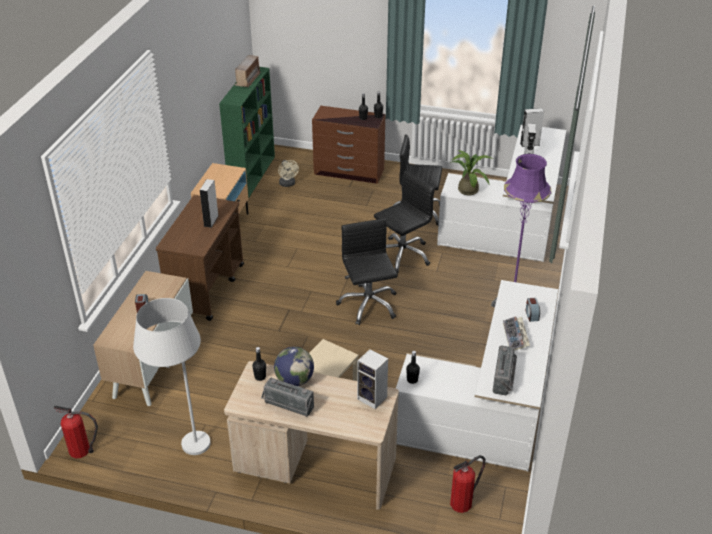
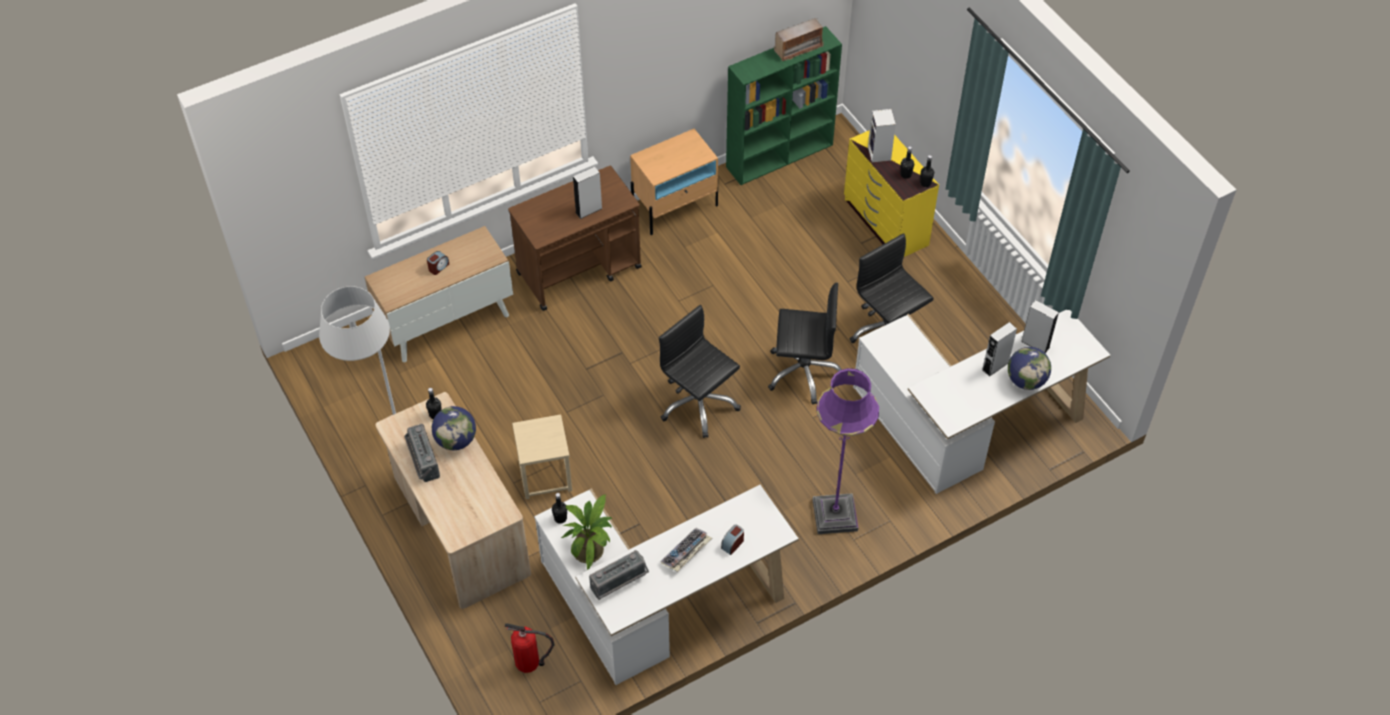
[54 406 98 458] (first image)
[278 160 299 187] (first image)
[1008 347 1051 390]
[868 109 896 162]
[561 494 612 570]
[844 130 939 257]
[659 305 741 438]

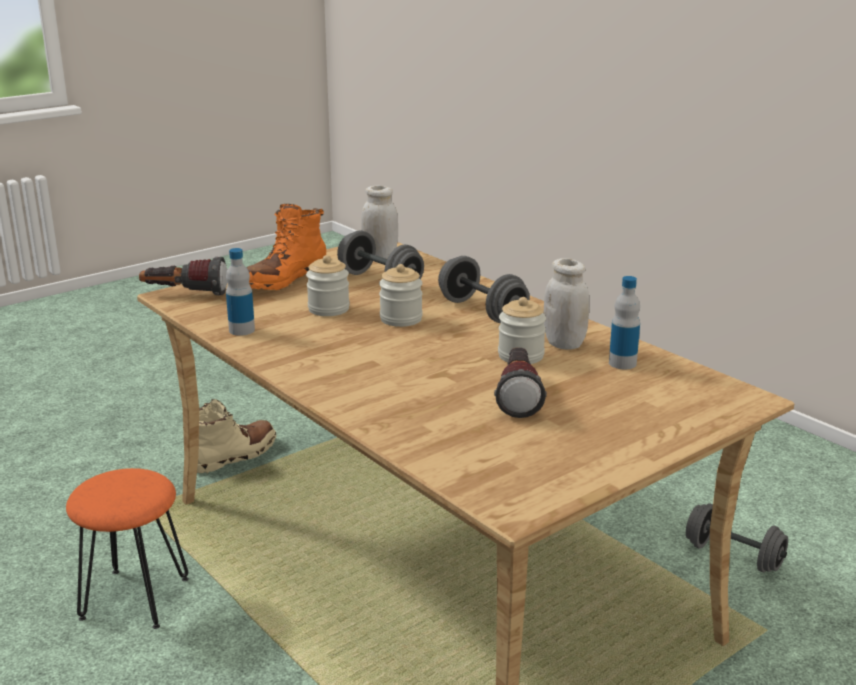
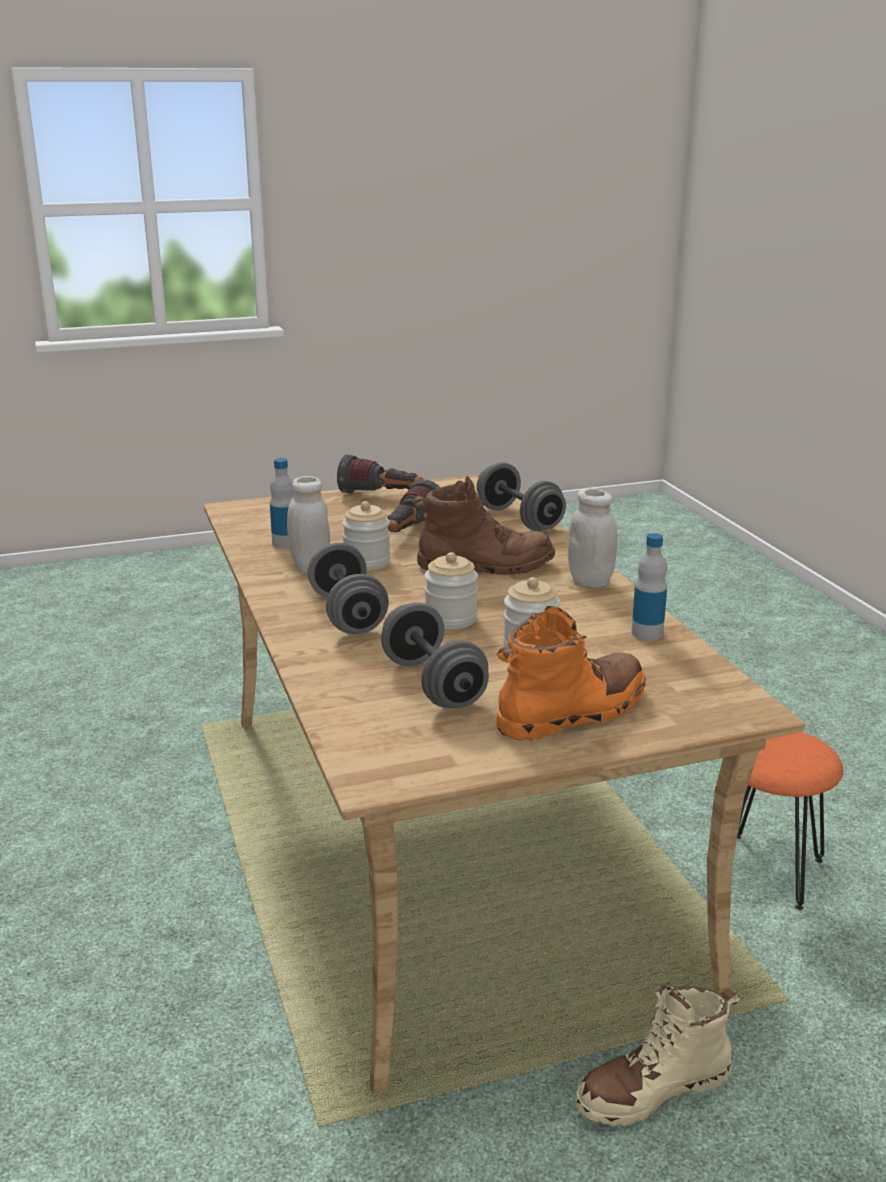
[412 476 555 575]
[337 454 423 494]
[568 488 617 588]
[477 462 566 531]

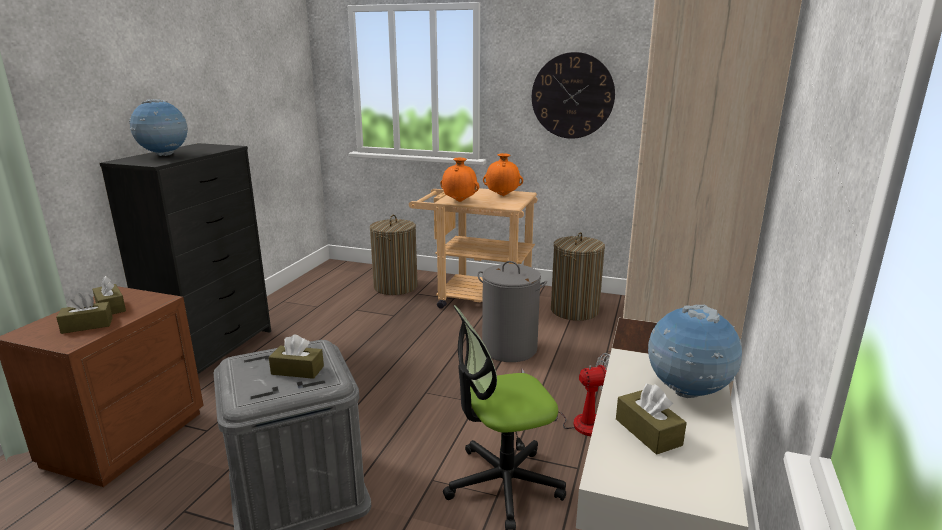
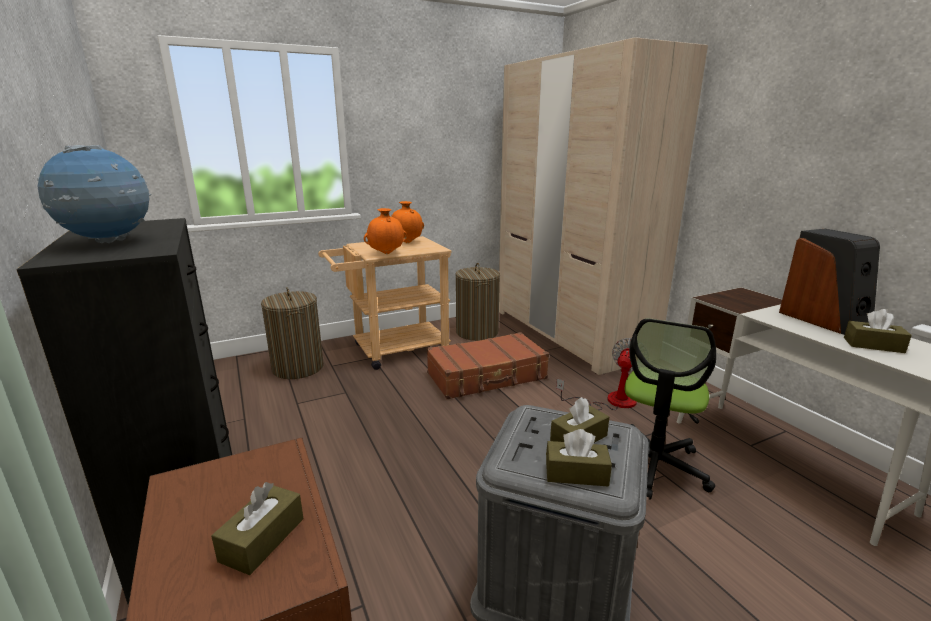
[532 52 615 139] (first image)
[546 429 612 486]
[427 332 549 399]
[779 229 880 335]

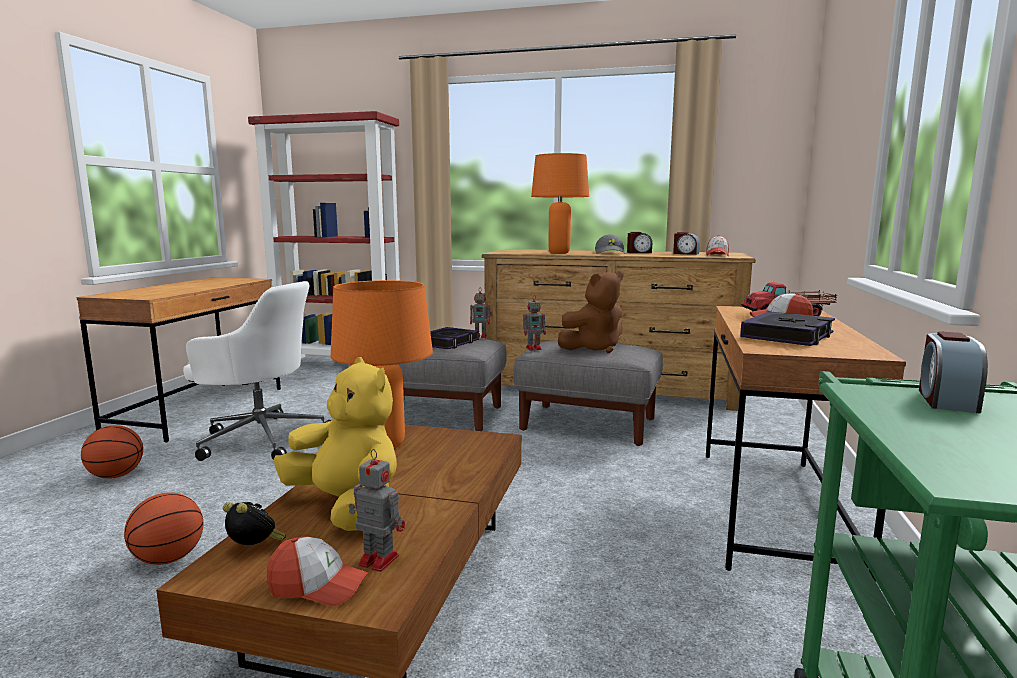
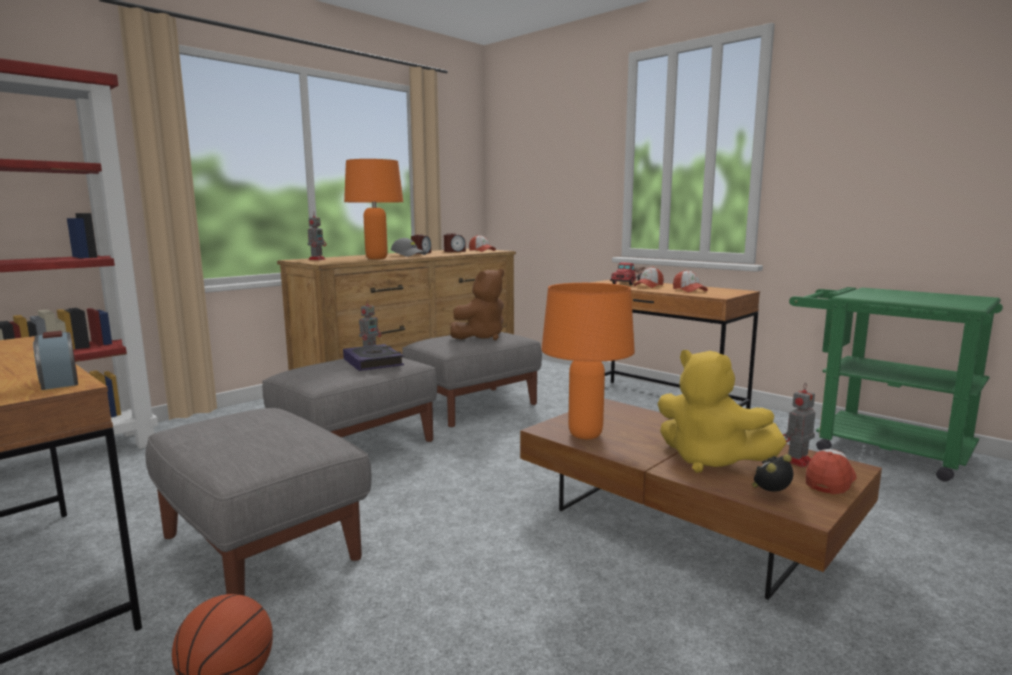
[124 493 203 565] (first image)
[308 212 327 260]
[33 331 78 390]
[145 408 371 596]
[673 270 708 292]
[657 350 787 473]
[450 269 504 340]

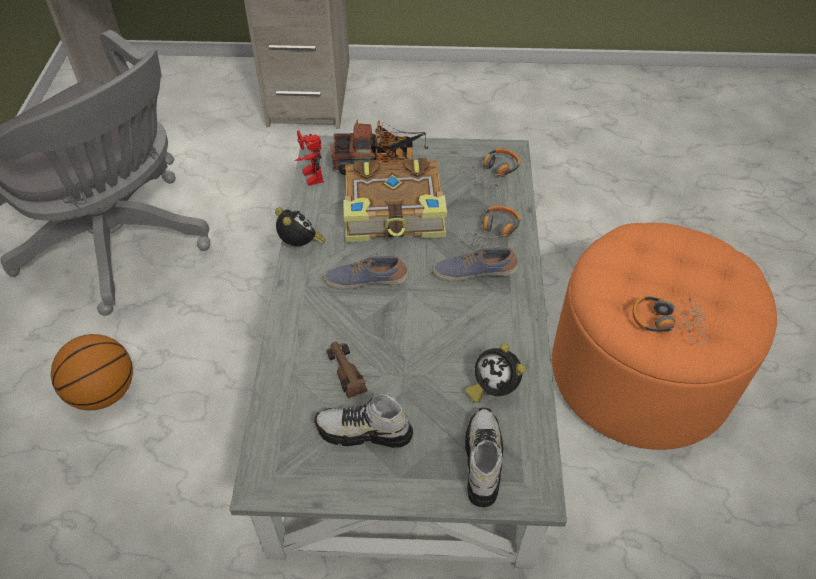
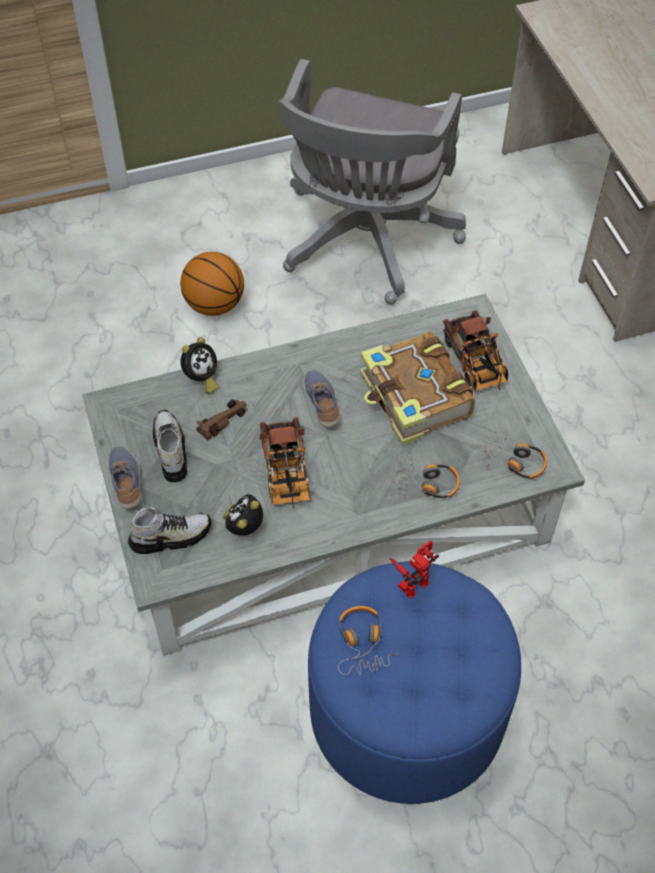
[259 417 311 509]
[181 337 219 393]
[390 541 439 599]
[108 446 141 509]
[308 561 521 804]

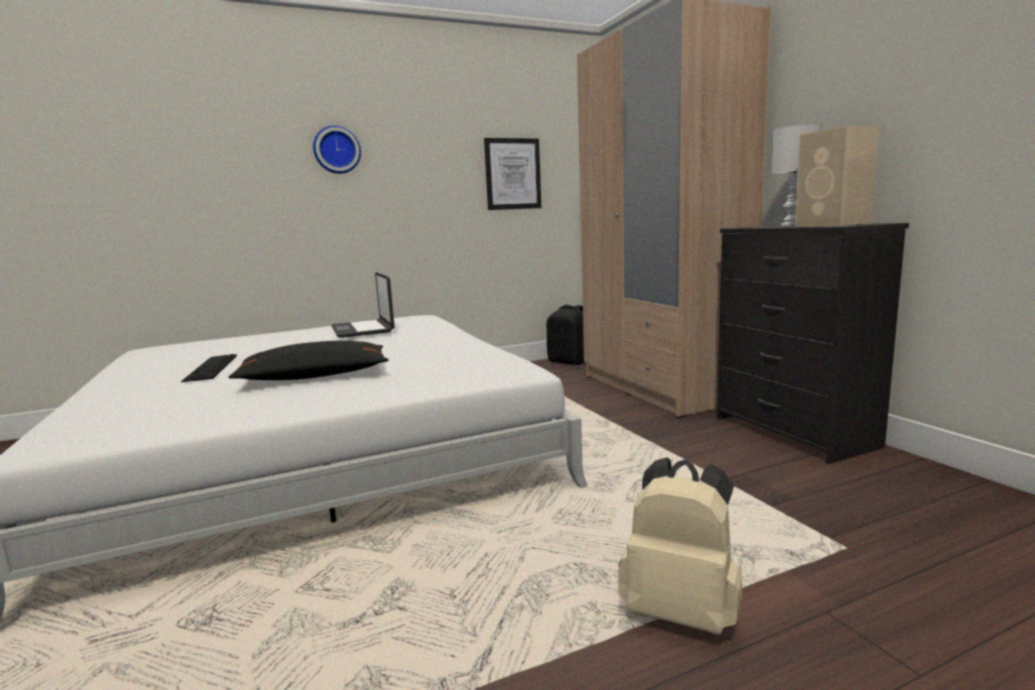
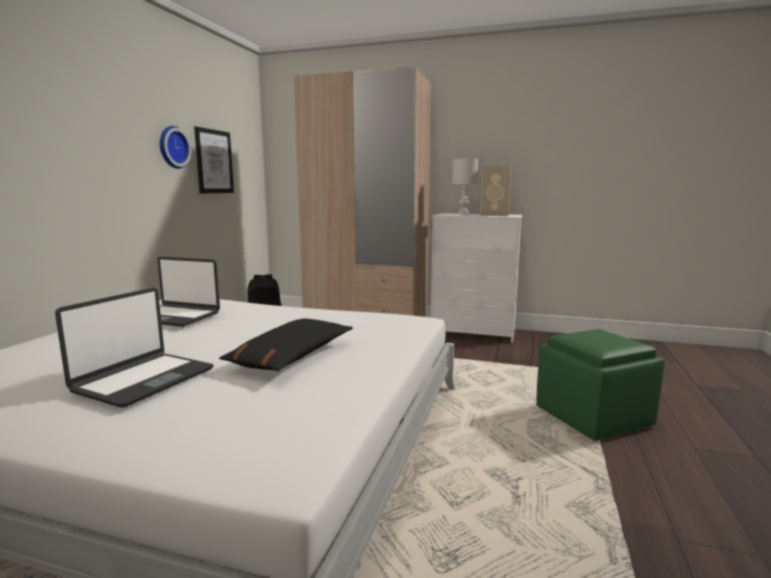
[160 126 192 169]
[55 287 213 407]
[536 329 665 441]
[431 213 522 343]

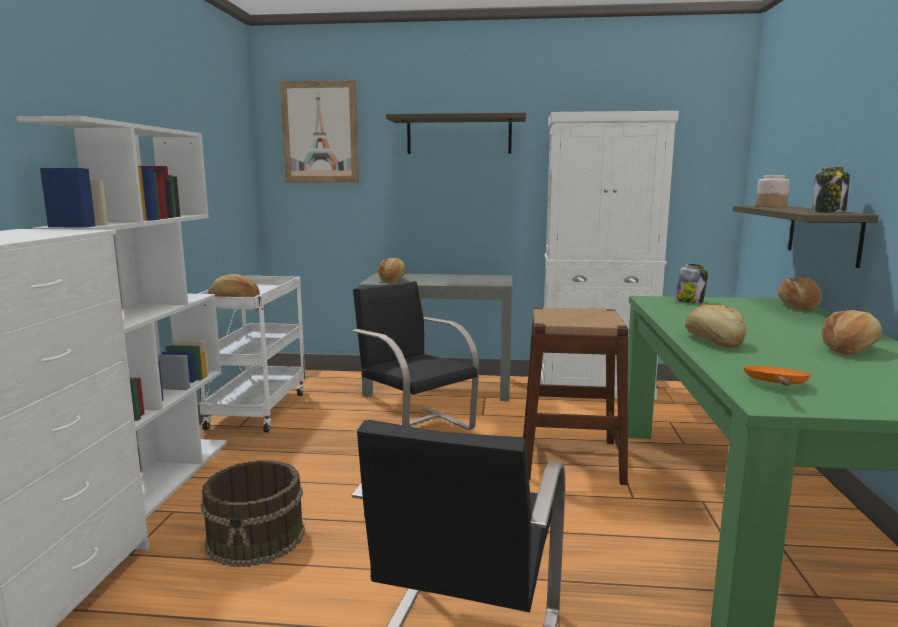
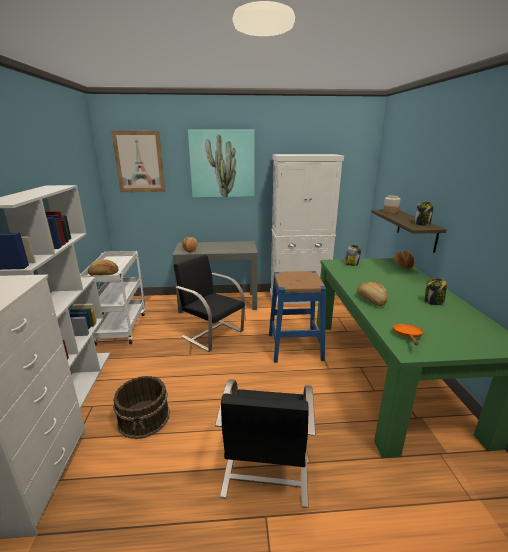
[188 129 255 197]
[425 278 447 305]
[269 271 327 363]

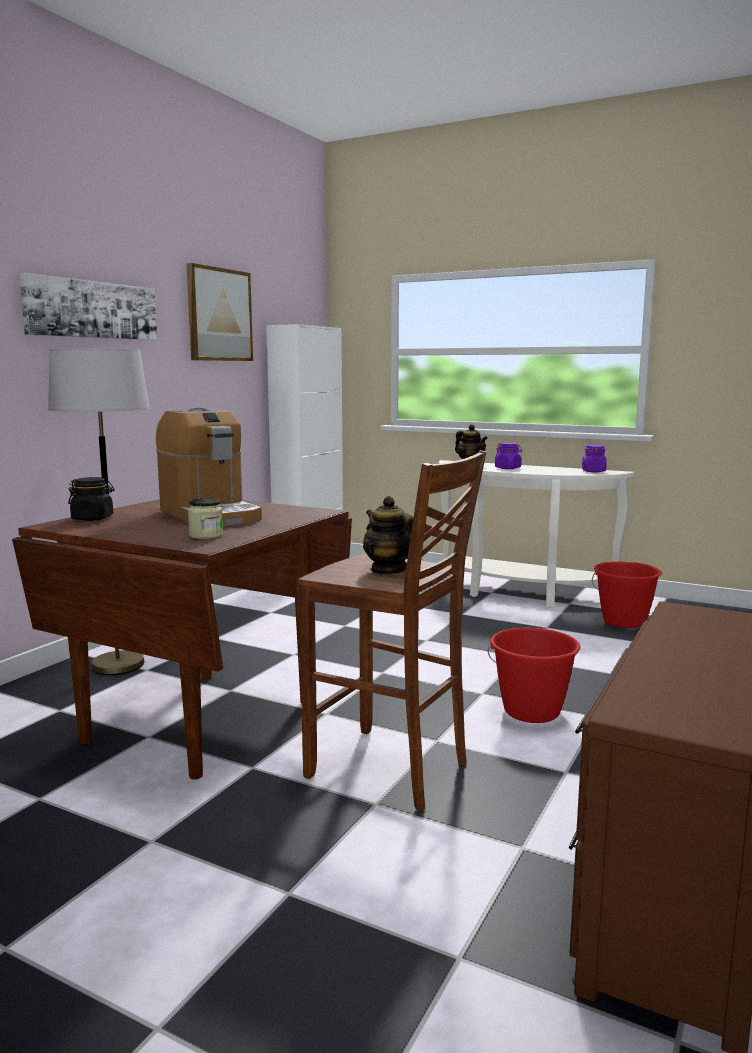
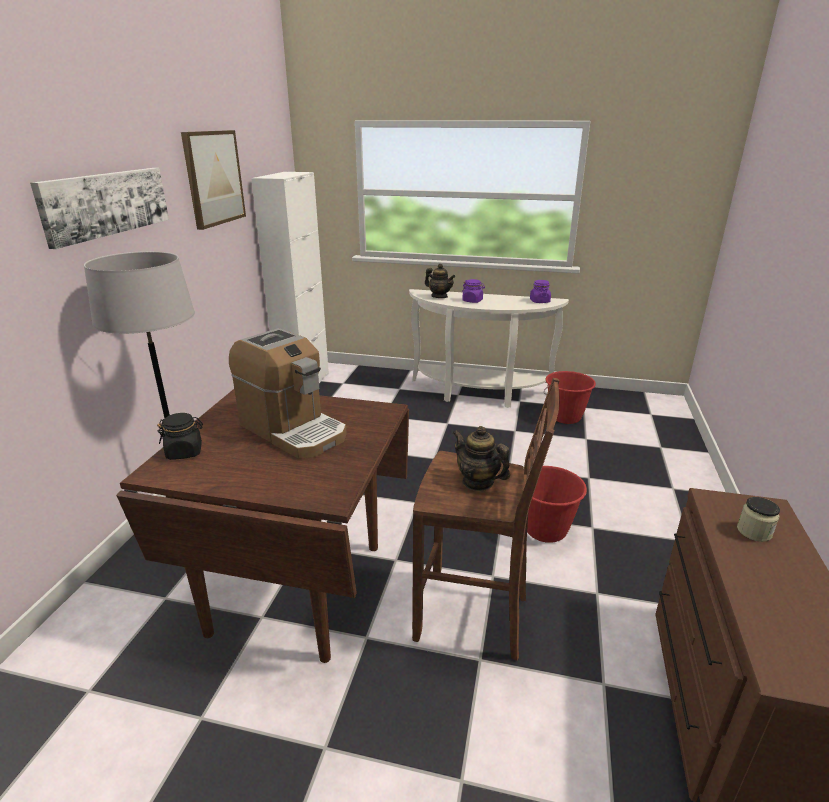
[737 497 780 542]

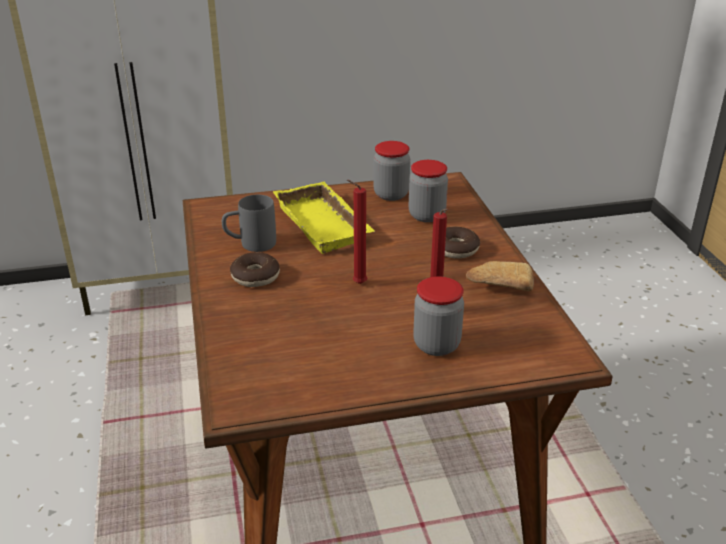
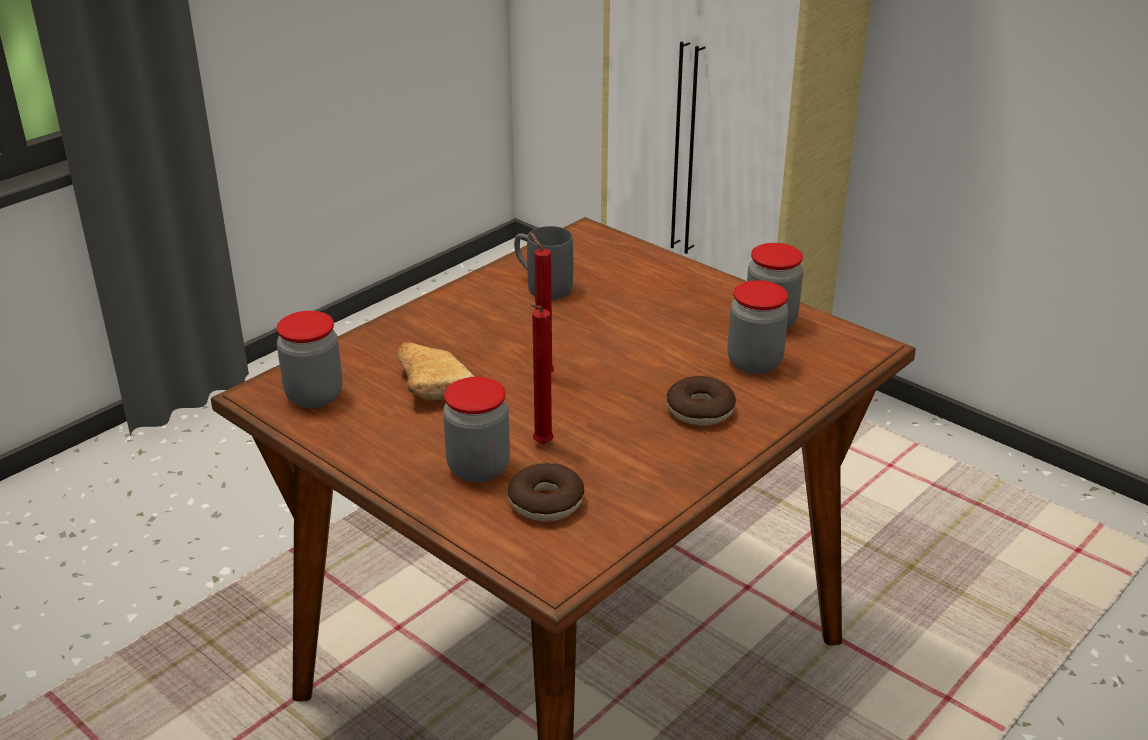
[273 181 375 254] (first image)
[277 311 342 408]
[508 463 584 522]
[396 342 474 400]

